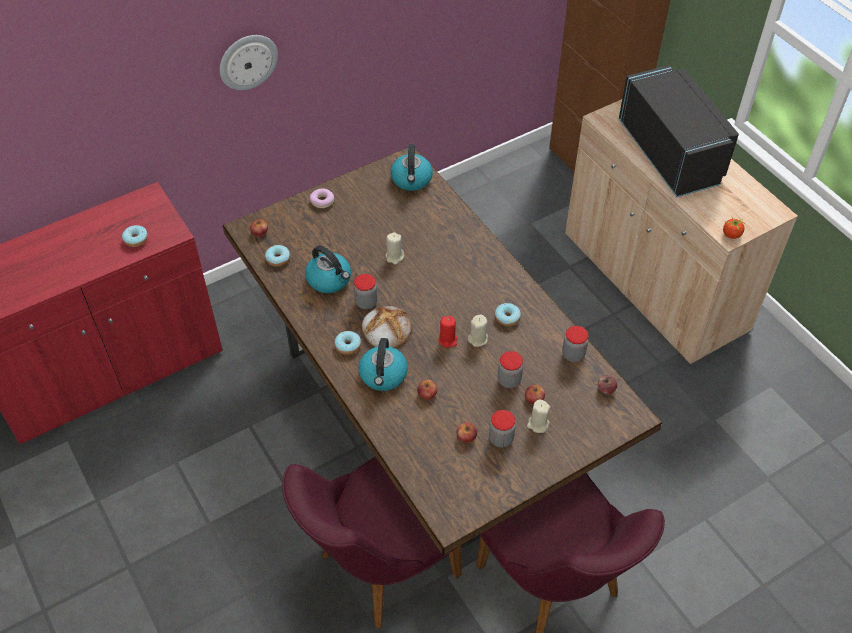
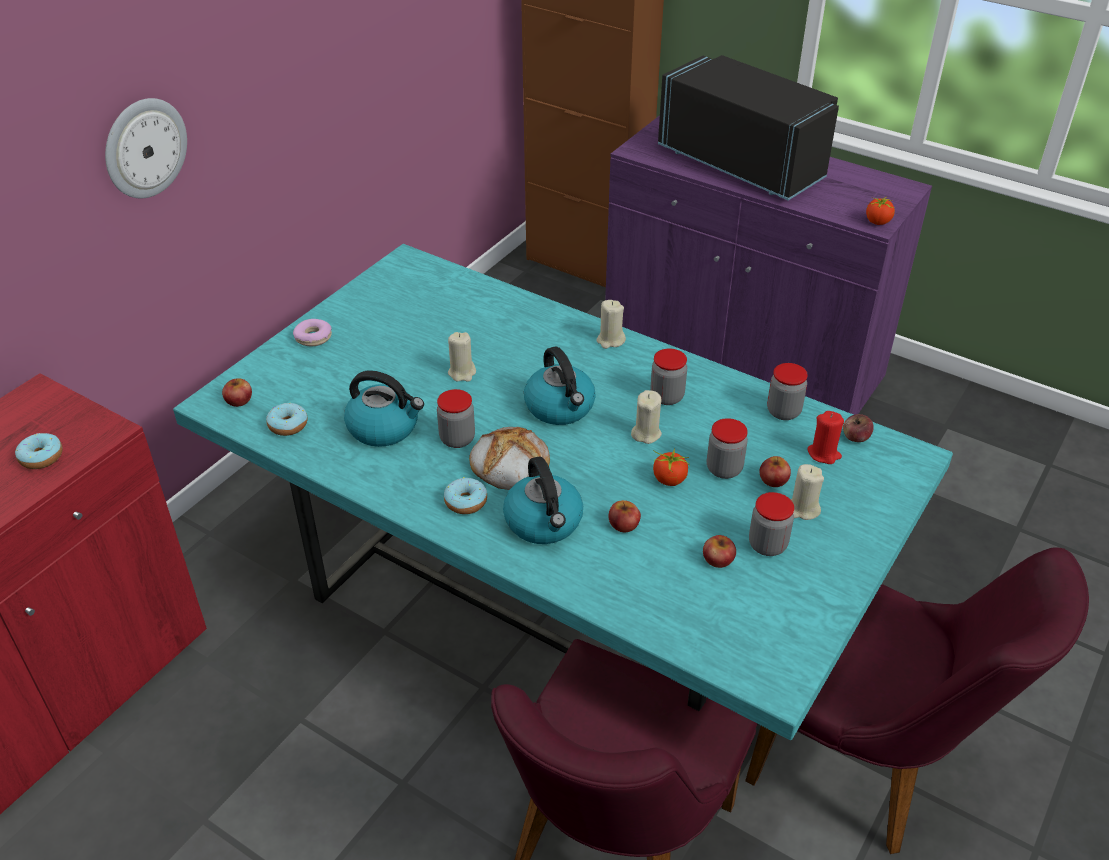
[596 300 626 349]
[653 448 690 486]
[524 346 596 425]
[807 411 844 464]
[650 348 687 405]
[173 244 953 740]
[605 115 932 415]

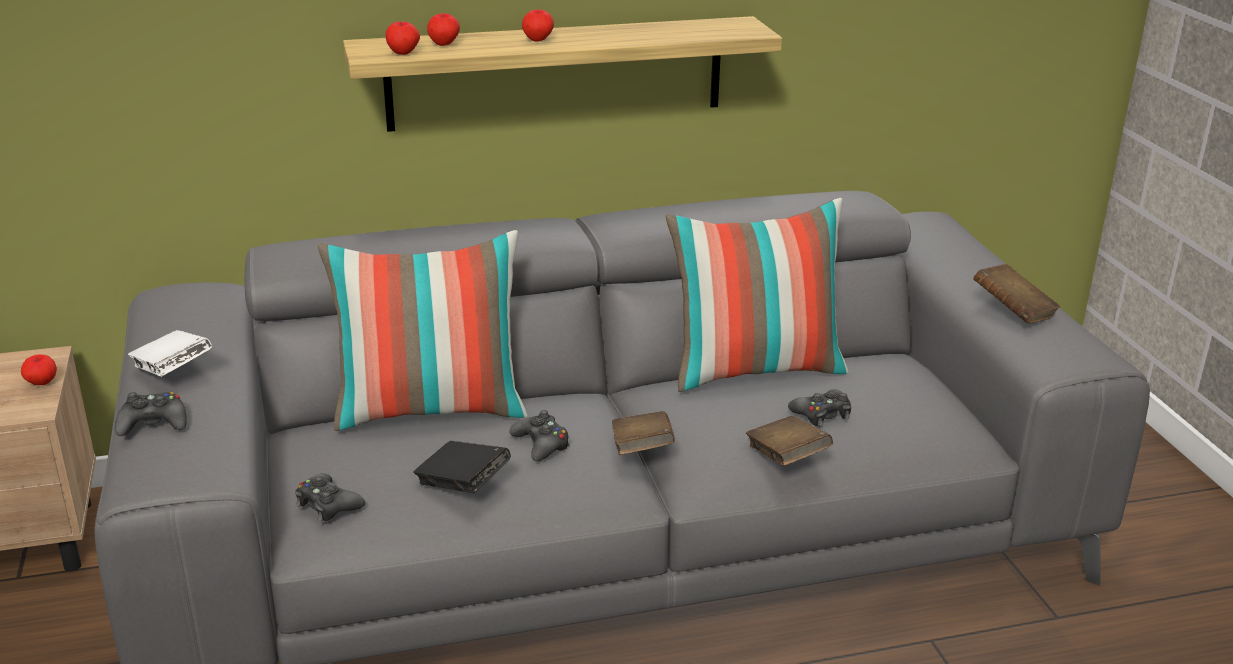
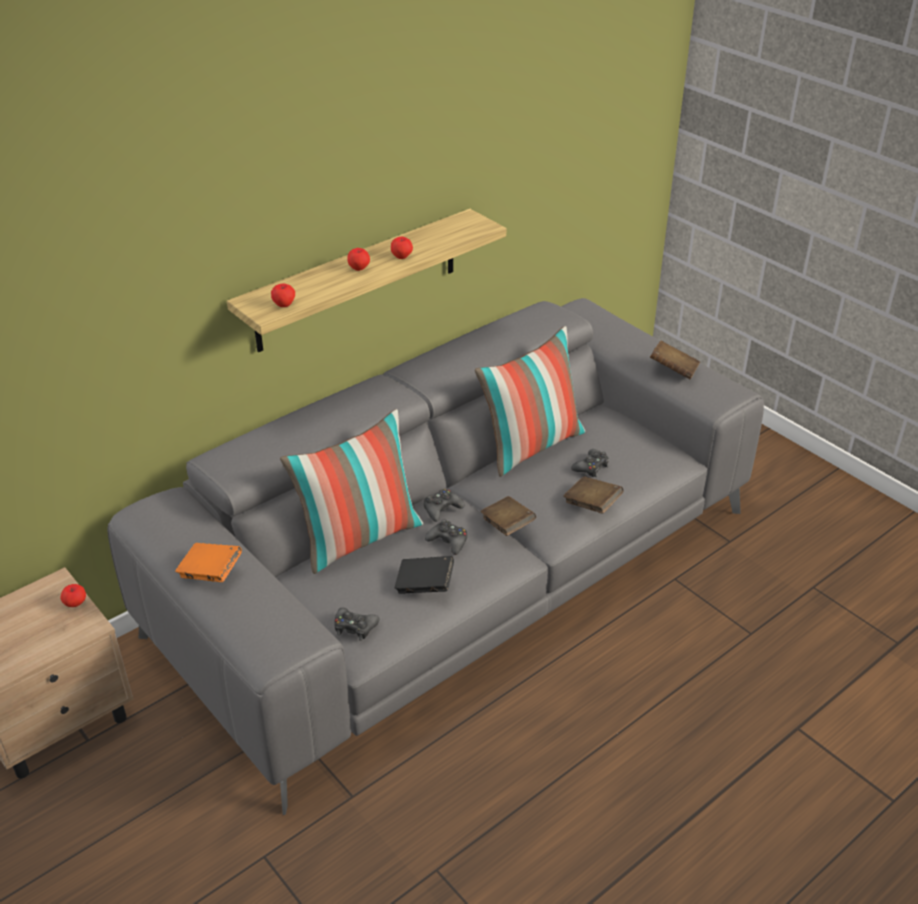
[424 489 465 522]
[391 237 413 259]
[175 543 242 582]

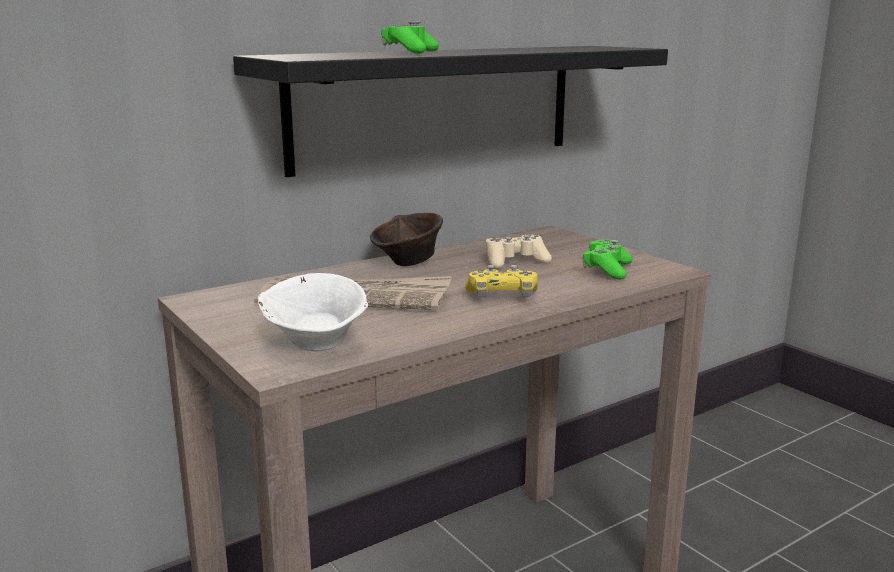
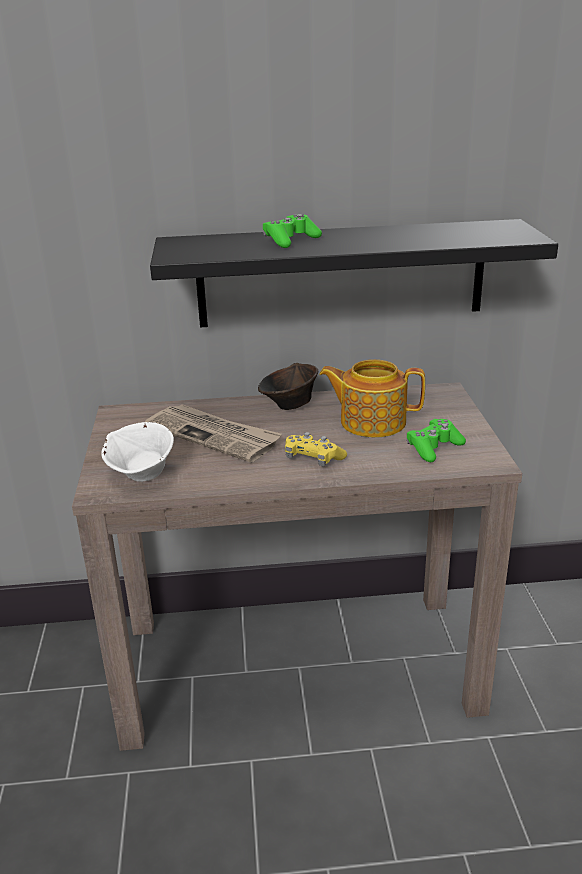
[319 359 425 437]

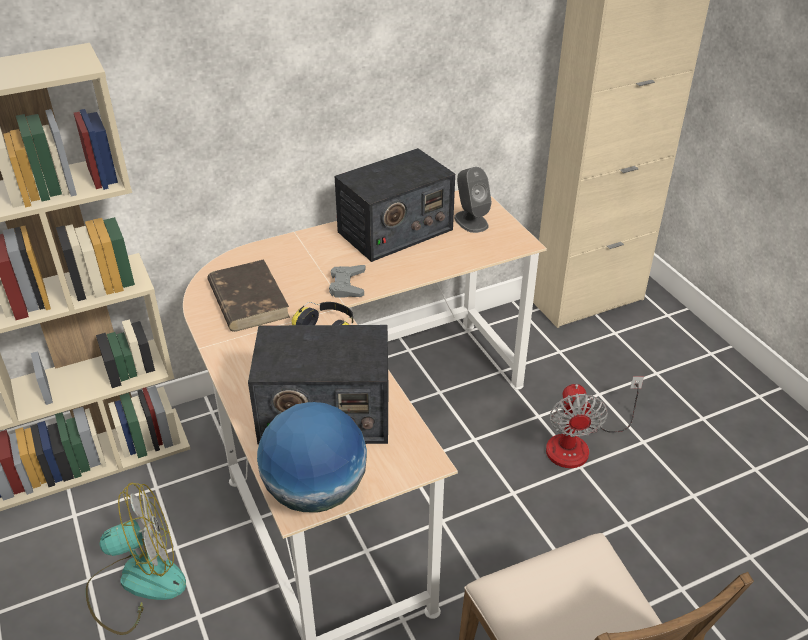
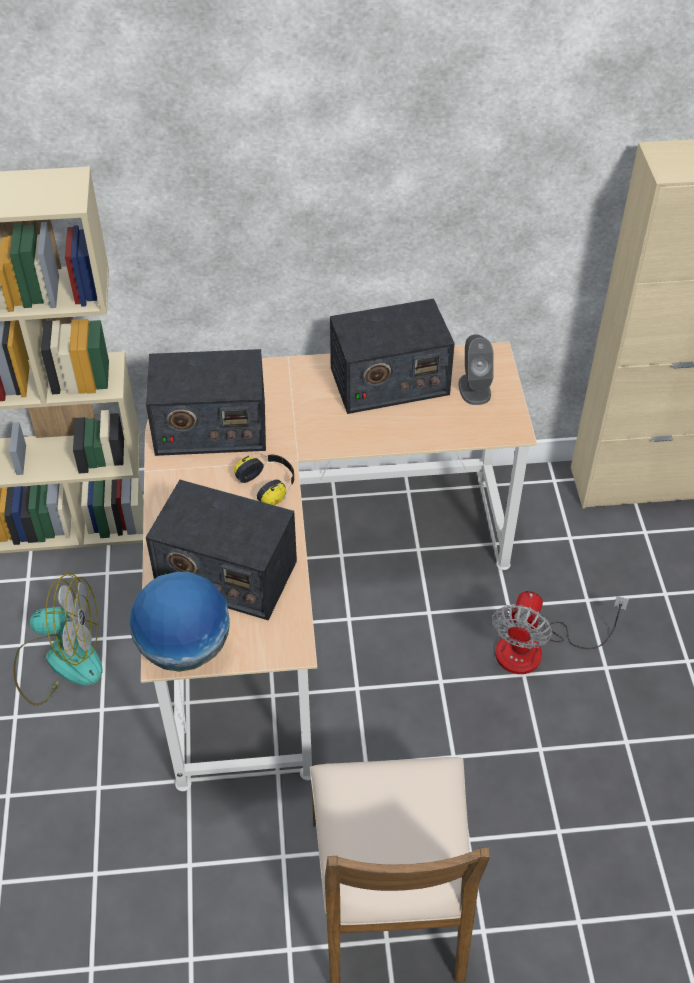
[329 265 366 298] (first image)
[146 349 266 456]

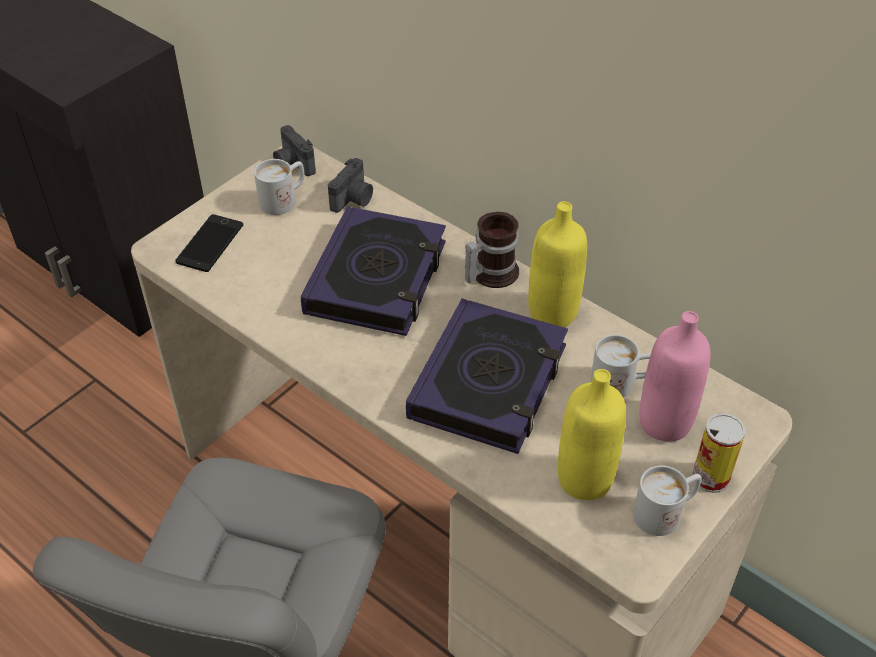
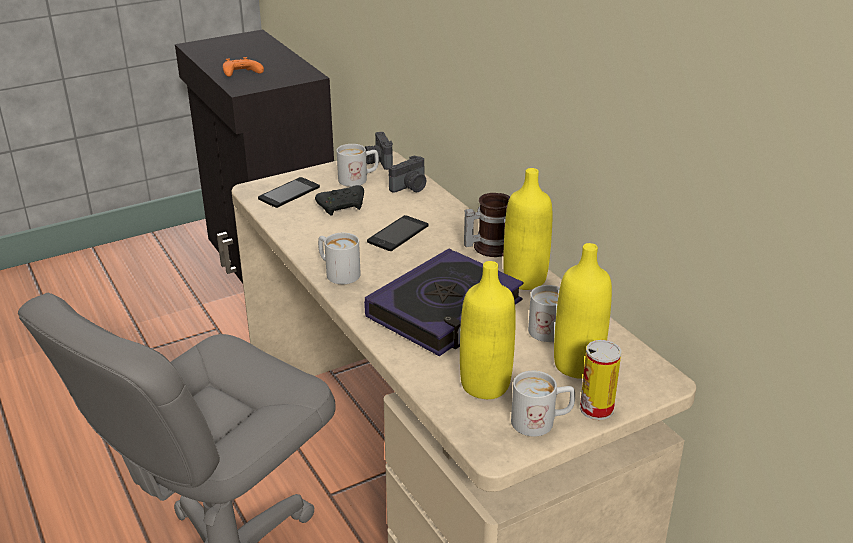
[223 57 264 77]
[315 185 364 216]
[318 233 360 284]
[367 215 429 251]
[554 243 612 379]

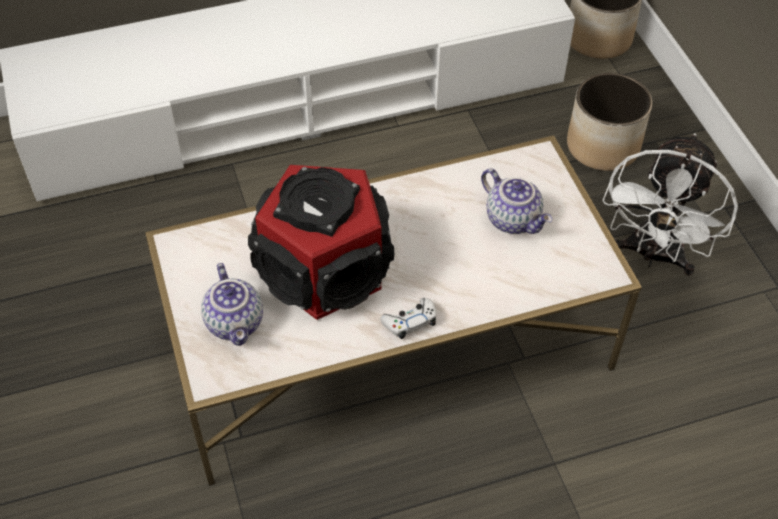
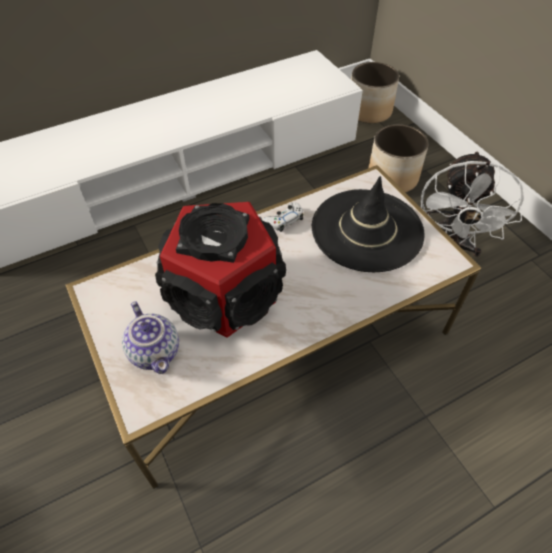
[263 202 304 232]
[312 176 425 272]

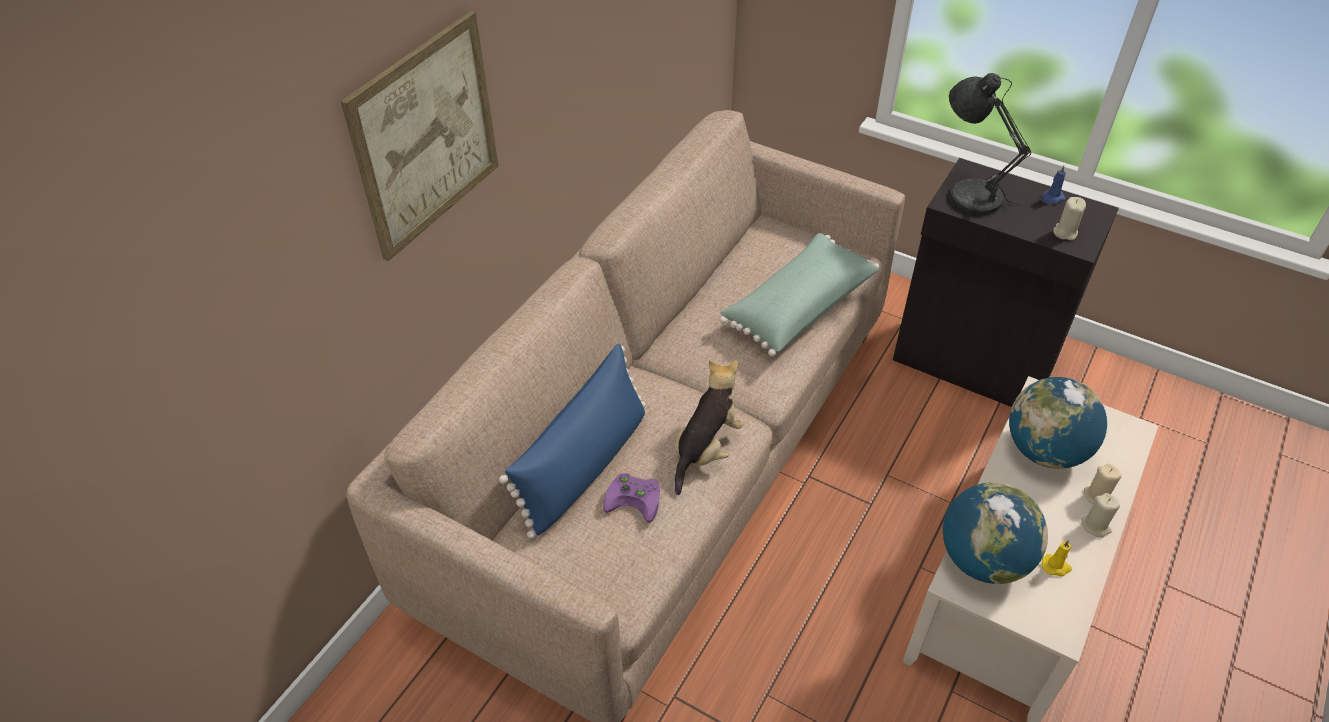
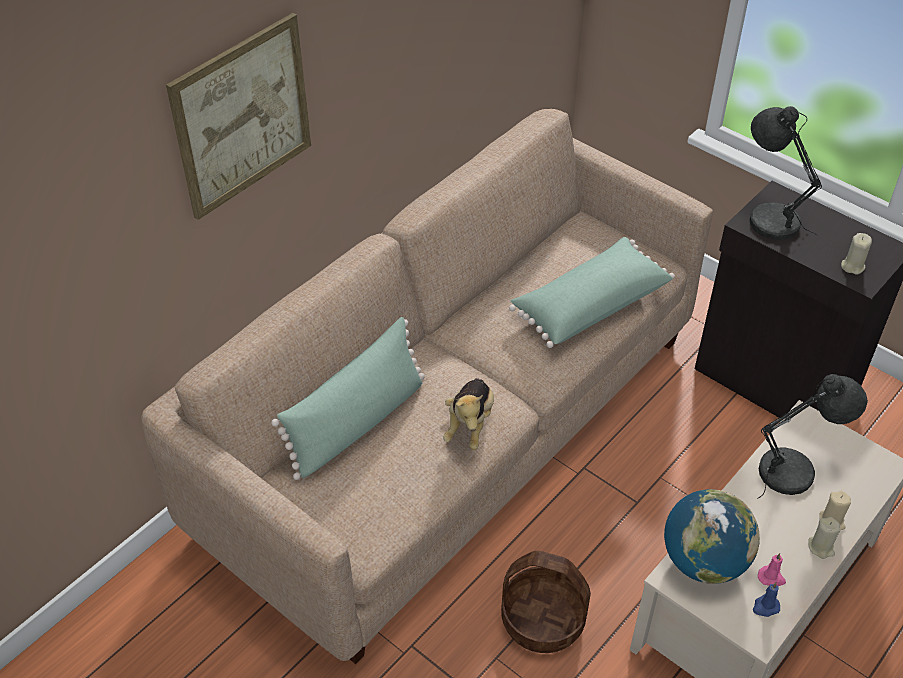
[603 474 660 522] (first image)
[501 551 591 653]
[753 582 780 617]
[757 374 868 499]
[271 317 425 480]
[758 553 786 586]
[443 378 494 450]

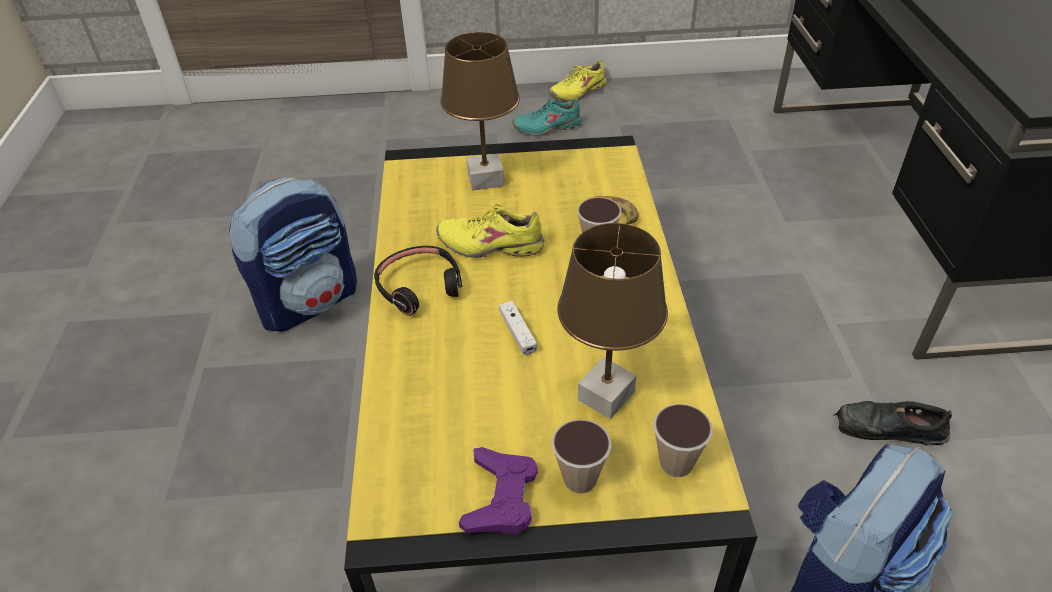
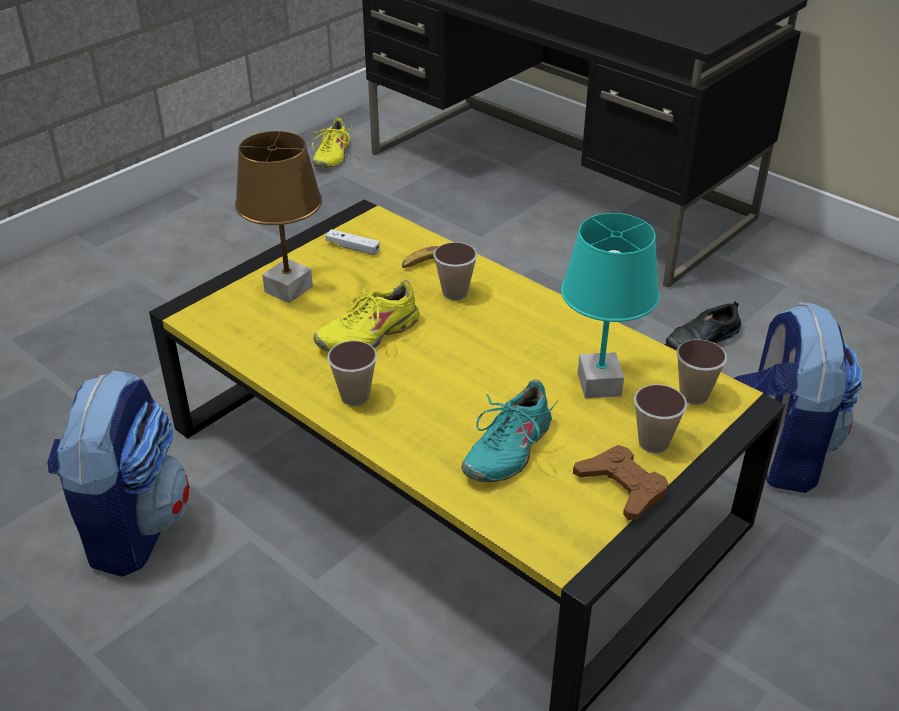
[325 229 380 255]
[461 379 558 482]
[312 118 352 168]
[327 341 377 406]
[573 445 668 520]
[561 213 660 398]

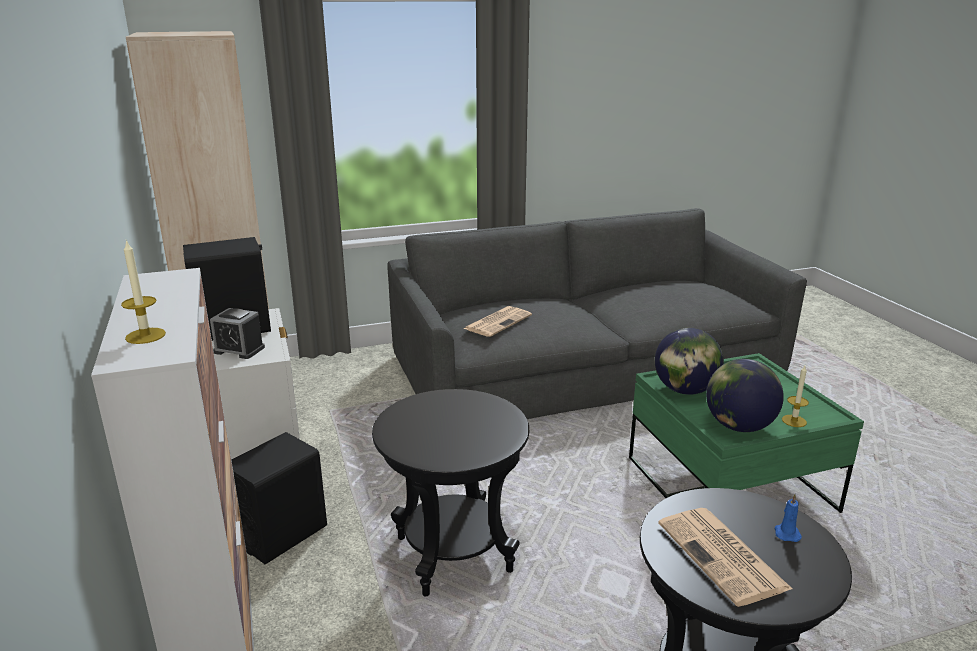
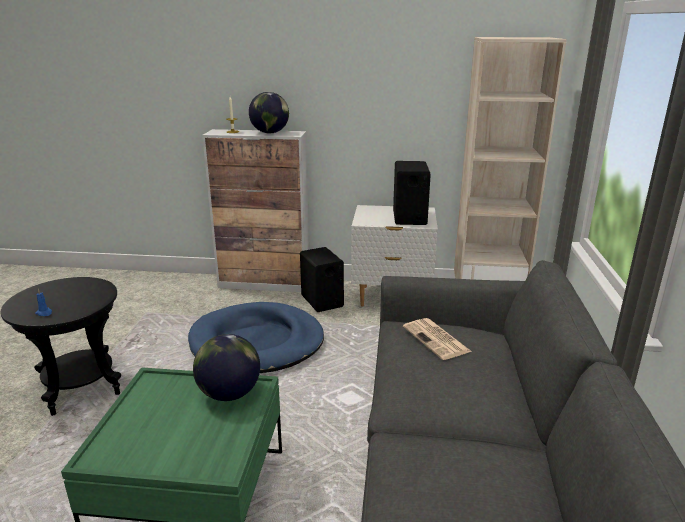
[210 308 265 359] (first image)
[658 508 792 607] (first image)
[782 365 809 427] (first image)
[249 92 289 133]
[188 302 324 373]

